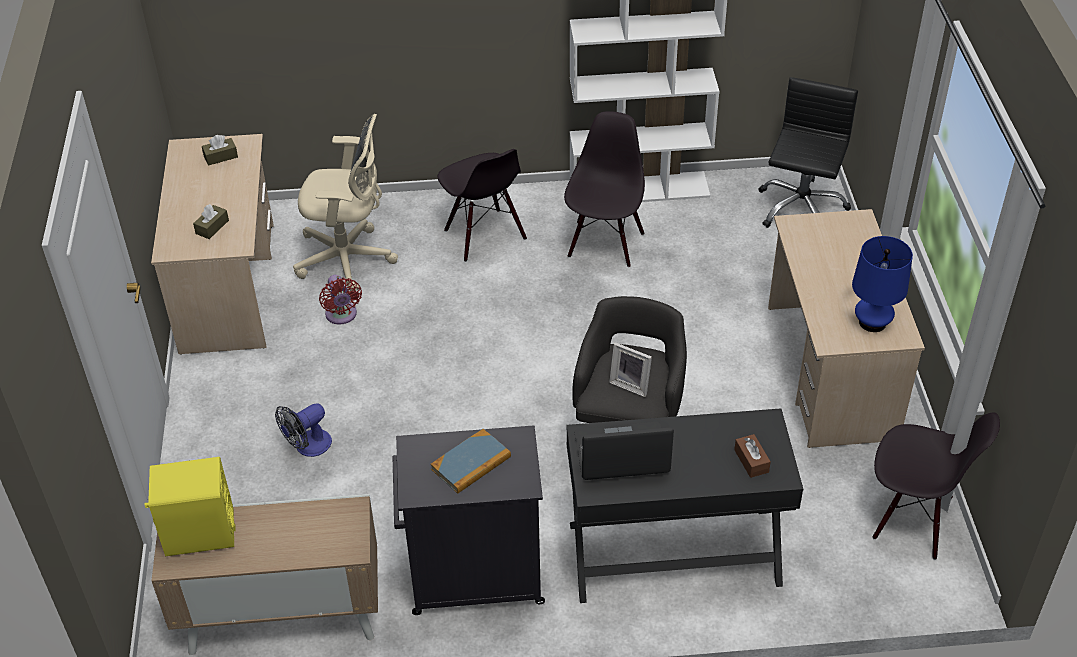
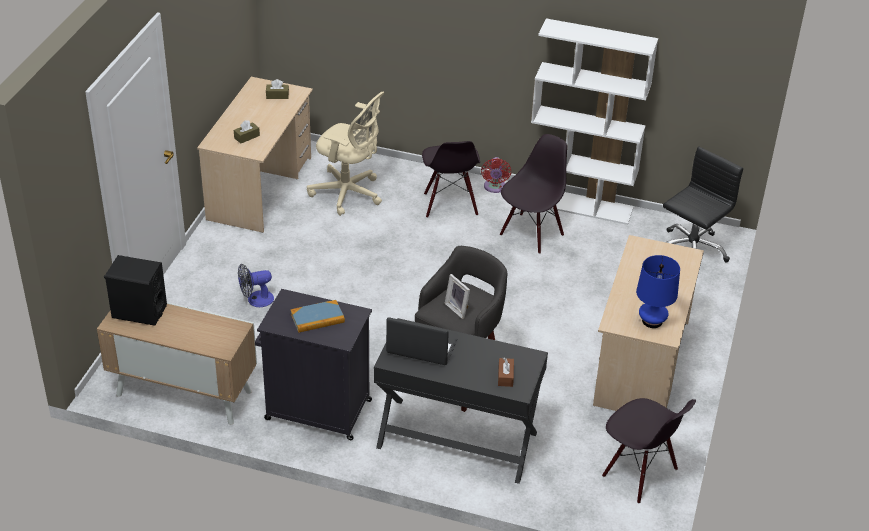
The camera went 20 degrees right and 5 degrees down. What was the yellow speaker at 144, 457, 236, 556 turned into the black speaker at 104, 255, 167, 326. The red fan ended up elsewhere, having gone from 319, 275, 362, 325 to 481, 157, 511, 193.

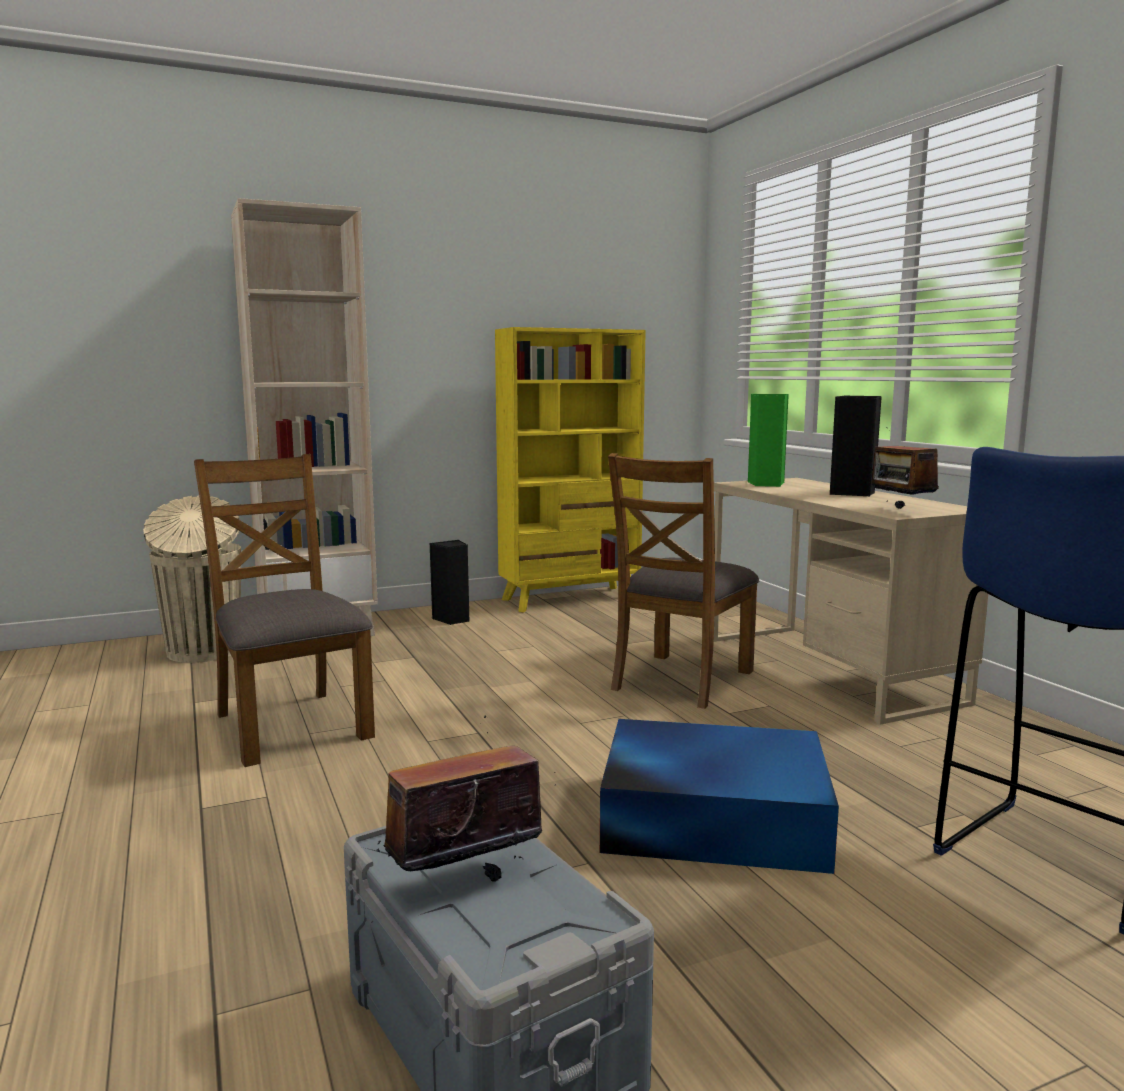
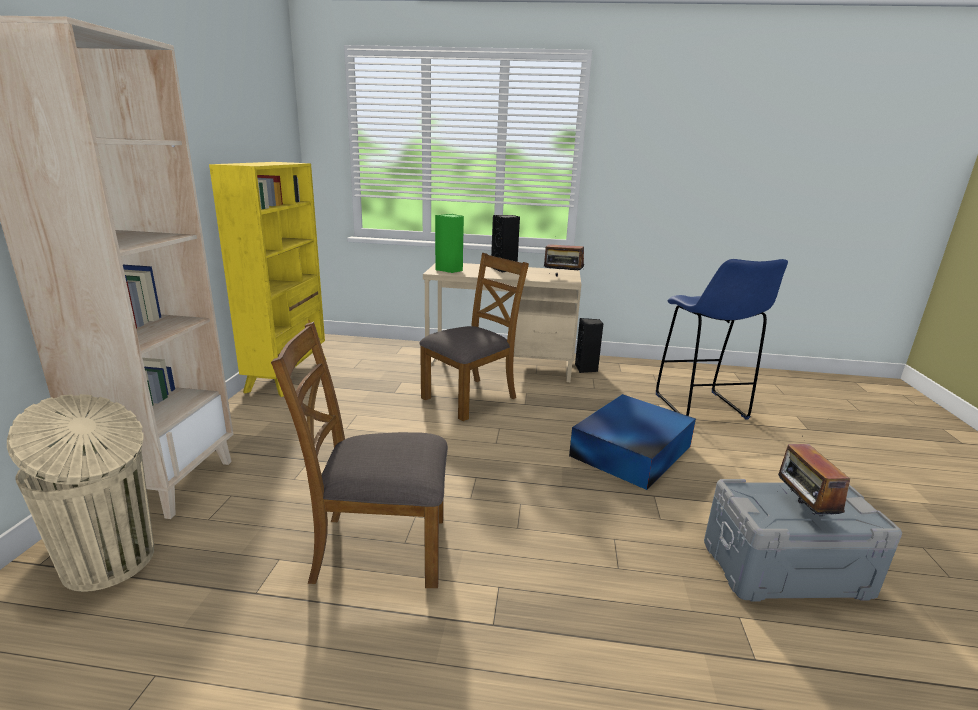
The camera went 60 degrees left and 10 degrees up. The black speaker ended up elsewhere, having gone from 429, 540, 470, 625 to 575, 318, 603, 373. The brown chair at 608, 453, 759, 709 ended up facing another way, 105 degrees counterclockwise from before.

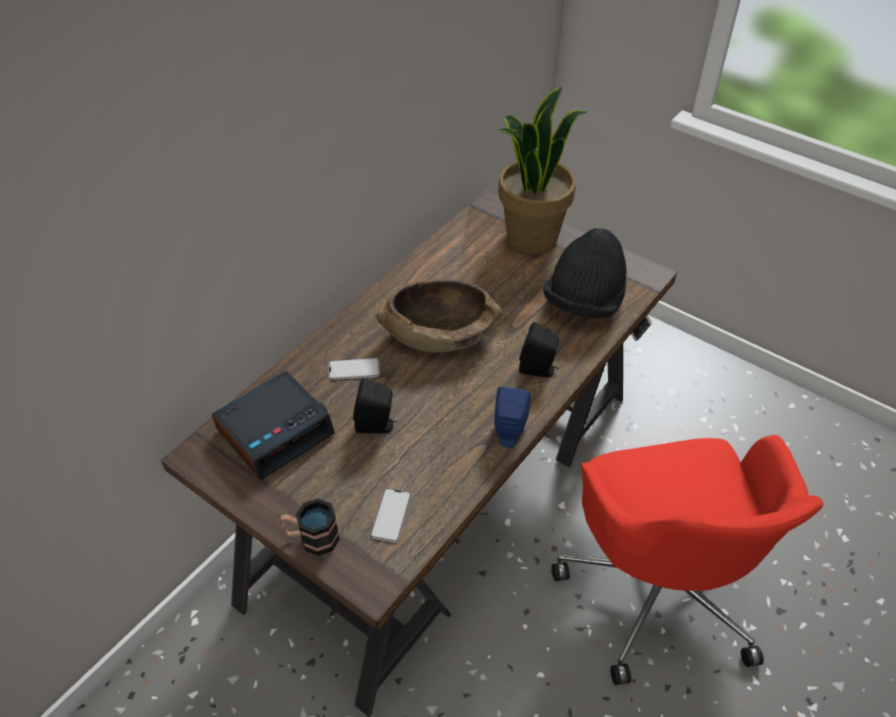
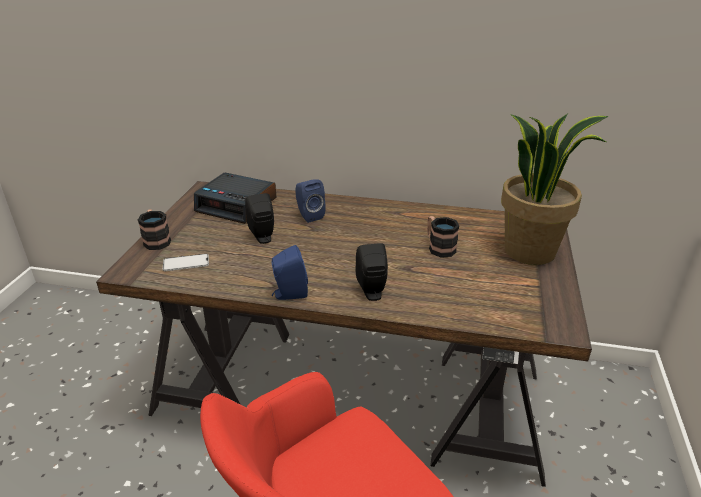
The camera went 65 degrees right and 15 degrees down. Where the phone stood at 328, 358, 380, 380, the blue speaker came to stand at 295, 179, 326, 223. The second view lost the brown bowl at 377, 279, 501, 353. The second view lost the black hat at 543, 228, 627, 318. The second view gained the mug at 427, 216, 460, 258.

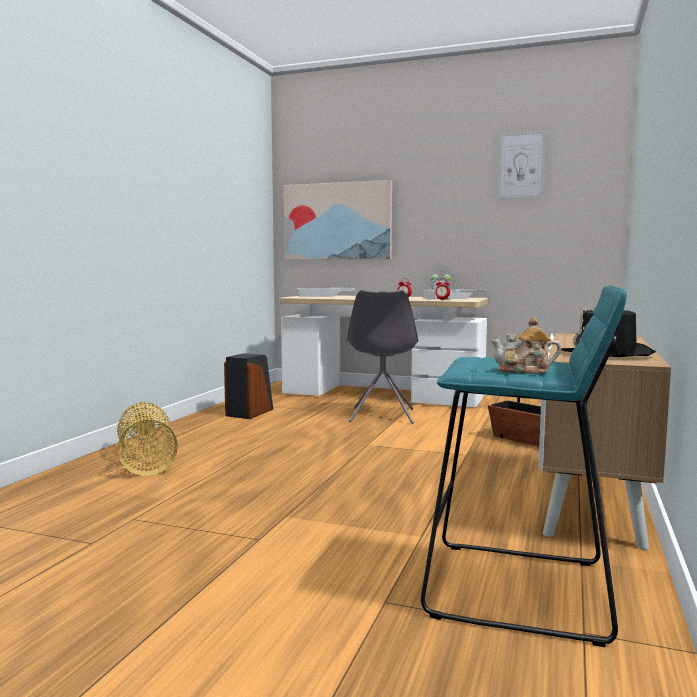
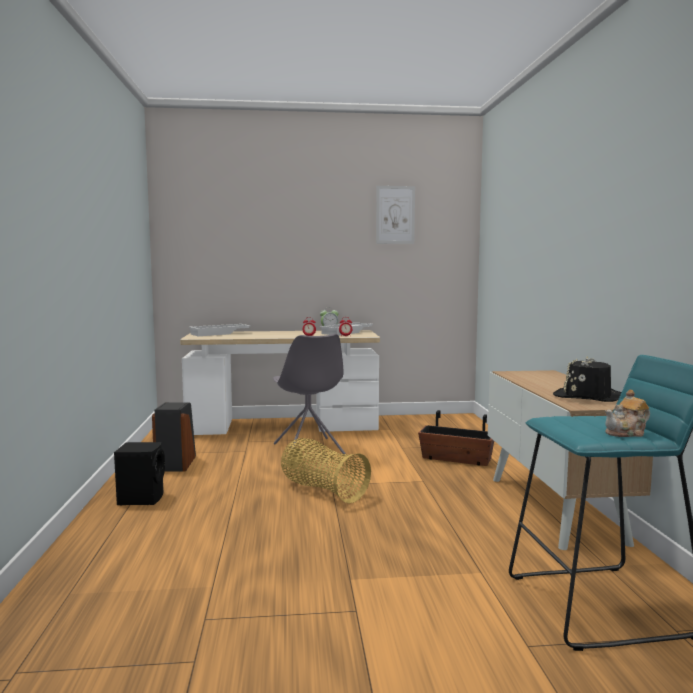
The camera went 25 degrees left and 0 degrees up. The basket ended up elsewhere, having gone from 117, 402, 178, 476 to 281, 438, 371, 503. The second view lost the picture at 283, 180, 392, 260. The second view gained the black speaker at 114, 442, 165, 505.

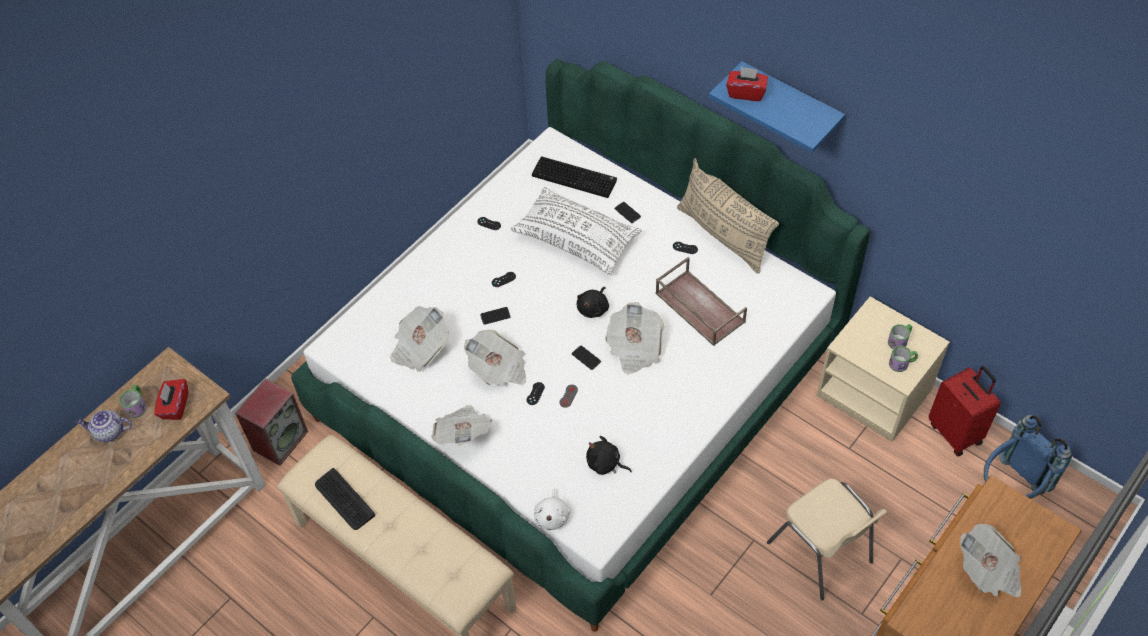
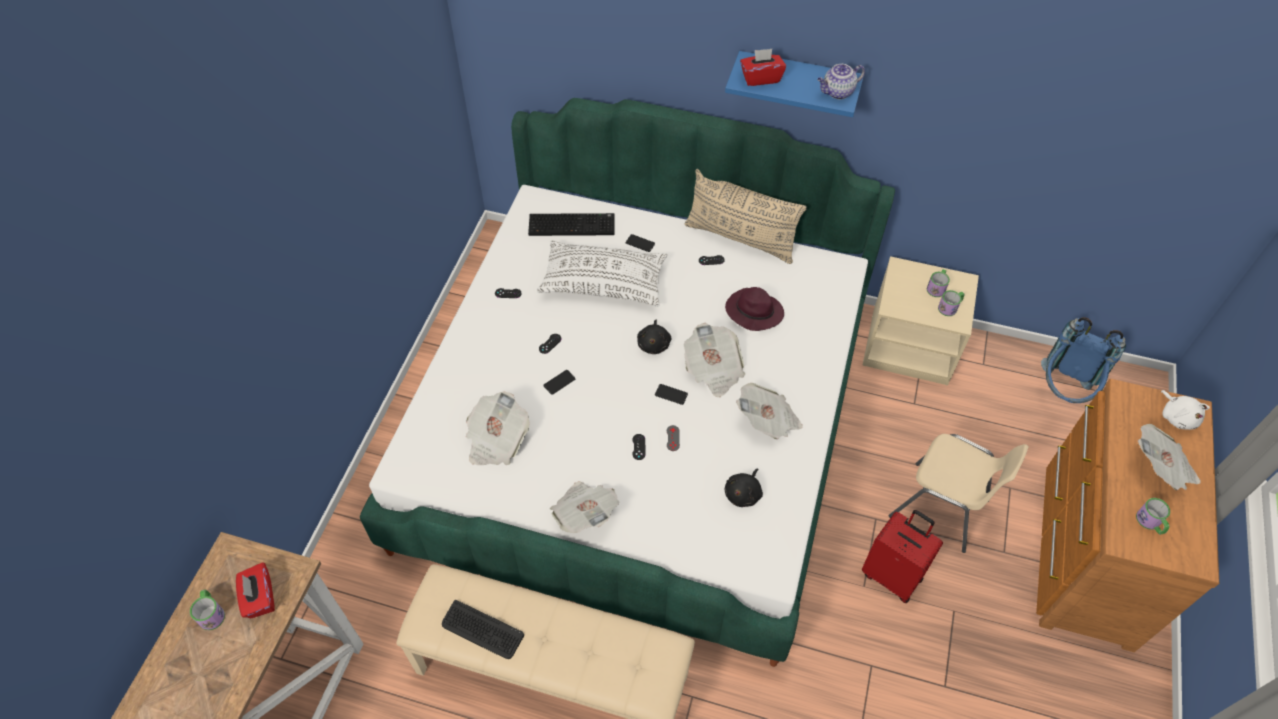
The camera went 25 degrees left and 0 degrees up. The teapot ended up elsewhere, having gone from 76, 410, 132, 442 to 817, 64, 865, 99. The second view lost the speaker at 235, 379, 308, 466. The newspaper ended up elsewhere, having gone from 464, 330, 526, 387 to 736, 383, 803, 439. The white plush toy ended up elsewhere, having gone from 534, 488, 570, 530 to 1161, 390, 1210, 430. The black plush toy at 586, 436, 632, 475 ended up facing another way, 60 degrees counterclockwise from before. Where the brown tray stood at 655, 257, 747, 346, the purple hat came to stand at 725, 287, 784, 331. The red suitcase ended up elsewhere, having gone from 929, 366, 1001, 456 to 862, 510, 943, 603. The second view gained the mug at 1136, 498, 1170, 535.

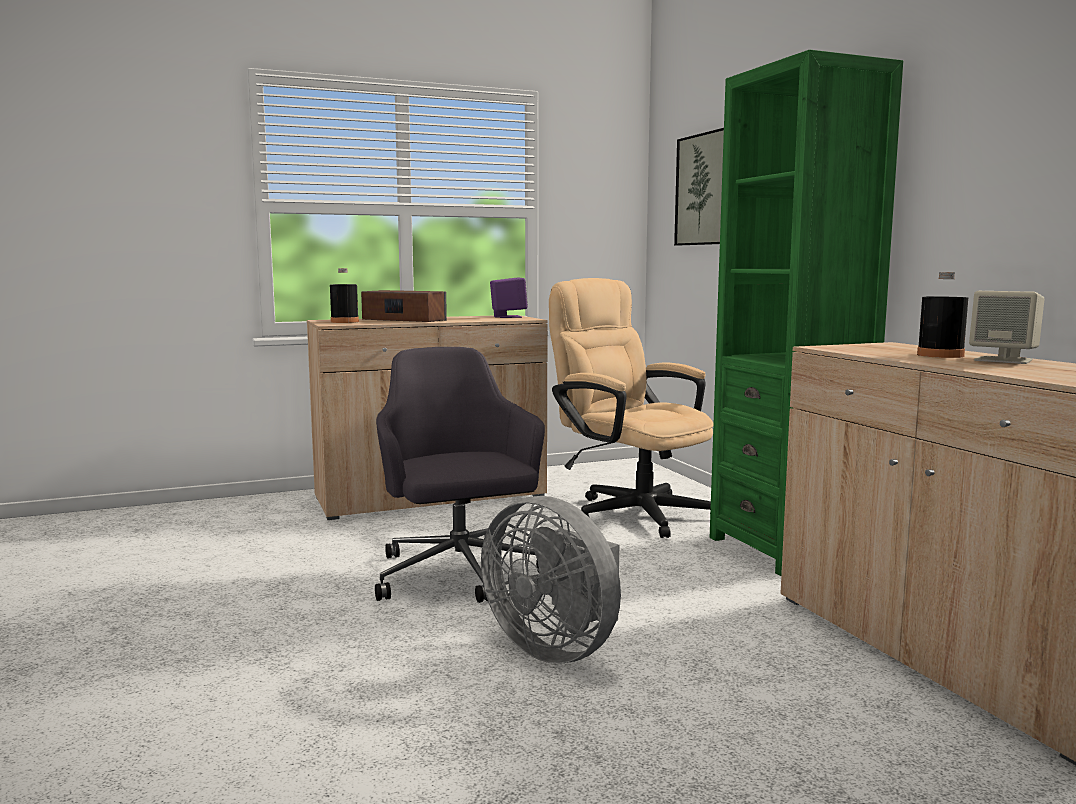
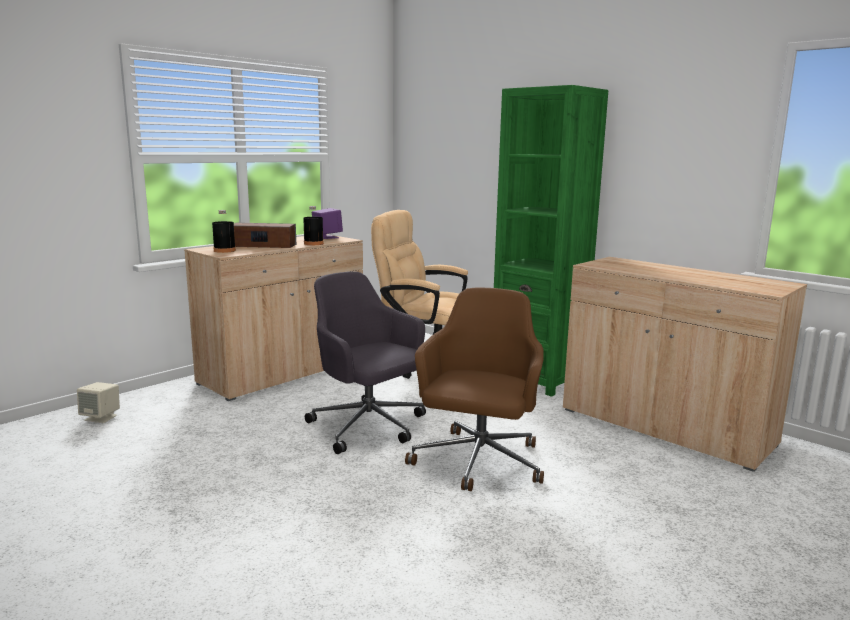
The camera went 25 degrees left and 5 degrees up. Where the grey fan stood at 481, 496, 621, 664, the brown office chair came to stand at 405, 287, 544, 491. The second view lost the picture at 674, 128, 724, 245. The black bottle ended up elsewhere, having gone from 917, 272, 968, 358 to 303, 206, 324, 245. The beige speaker ended up elsewhere, having gone from 969, 291, 1044, 364 to 77, 382, 120, 423.

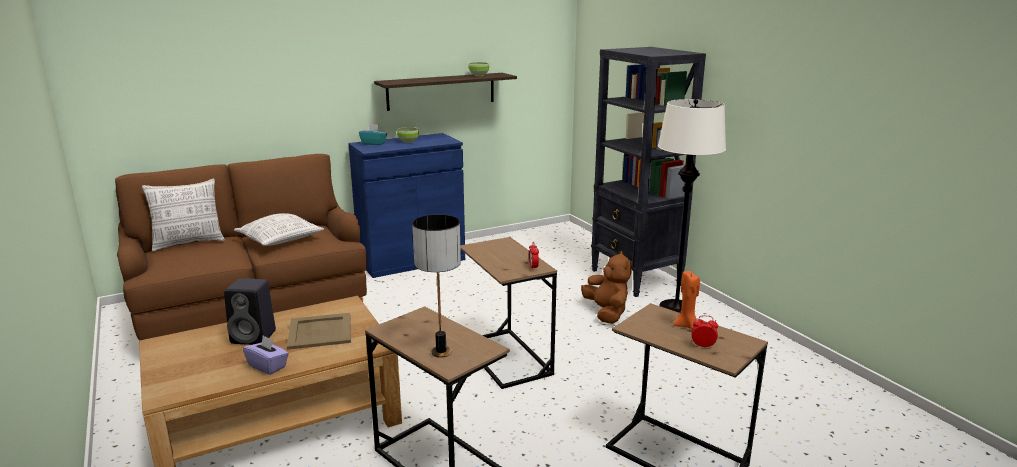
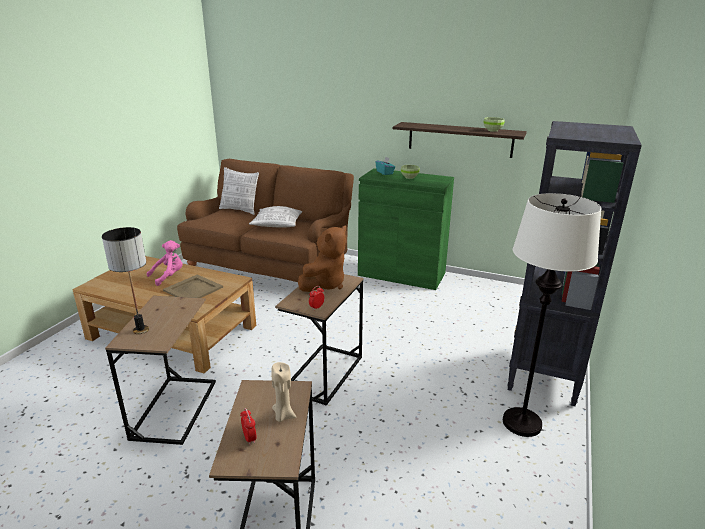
The camera went 50 degrees right and 5 degrees up. Where the black speaker stood at 224, 278, 276, 345, the pink plush toy came to stand at 147, 240, 182, 286. The second view lost the purple tissue box at 243, 335, 289, 375. What was the blue cabinet at 349, 133, 465, 278 turned into the green cabinet at 358, 168, 454, 290. The brown plush toy ended up elsewhere, having gone from 581, 251, 631, 324 to 298, 226, 346, 292. What was the orange candle at 674, 271, 700, 329 turned into the beige candle at 271, 362, 296, 422.

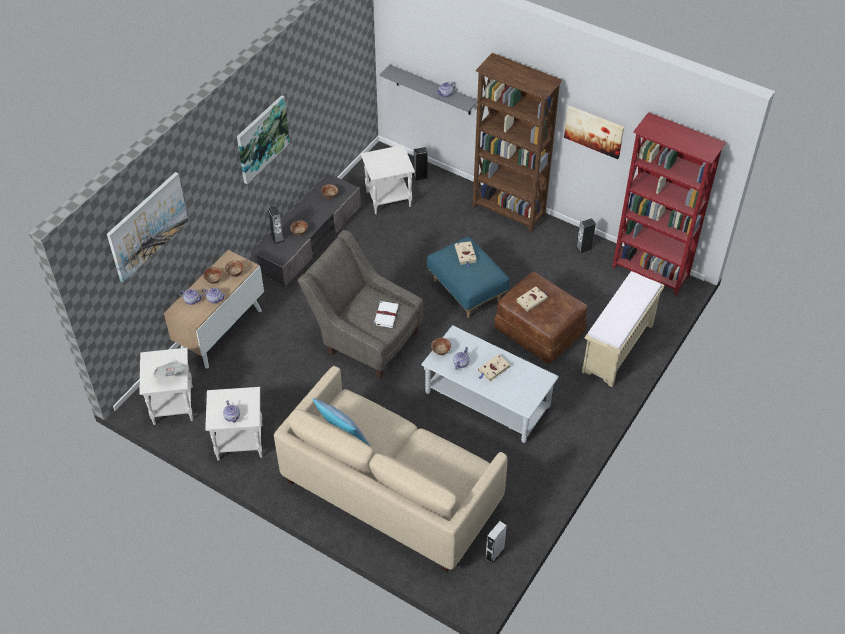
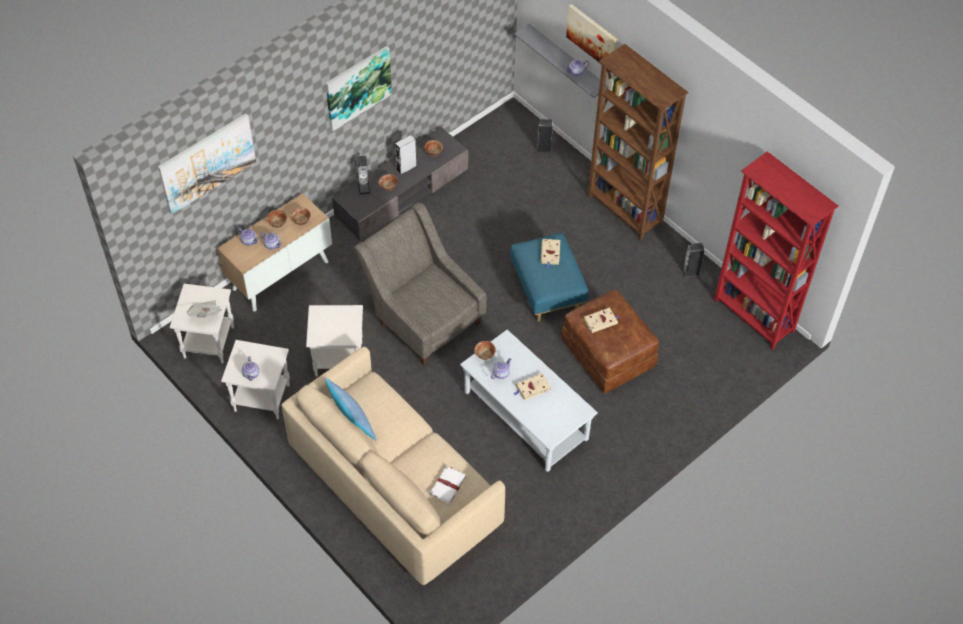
The camera went 15 degrees right and 5 degrees up. The white side table ended up elsewhere, having gone from 361, 145, 415, 214 to 306, 305, 363, 377. The white book ended up elsewhere, having gone from 373, 301, 399, 328 to 430, 466, 466, 504. The grey speaker ended up elsewhere, having gone from 485, 521, 507, 563 to 395, 135, 416, 175. The picture ended up elsewhere, having gone from 564, 105, 624, 159 to 566, 4, 618, 72. The second view lost the beige bench at 582, 271, 664, 387.

